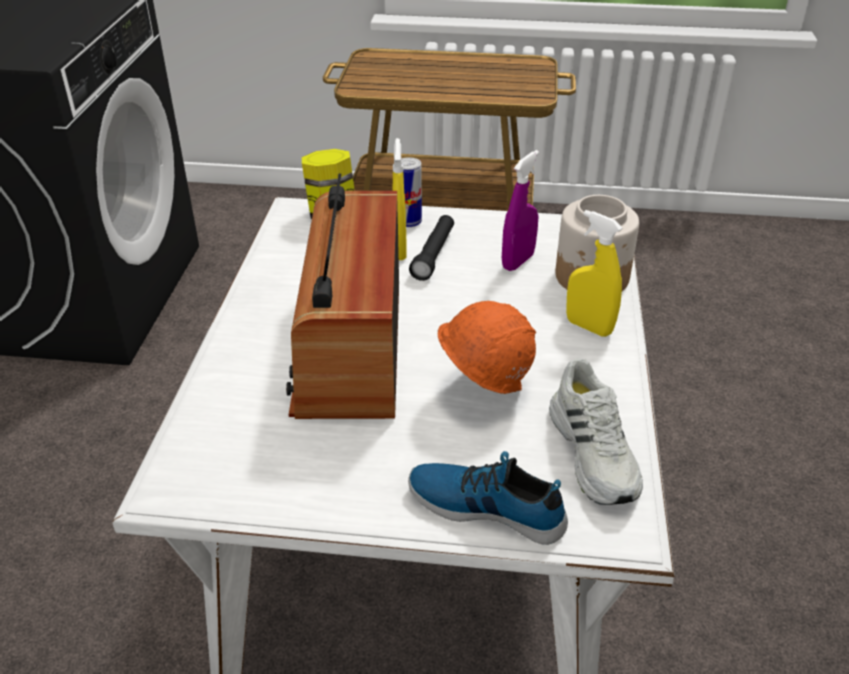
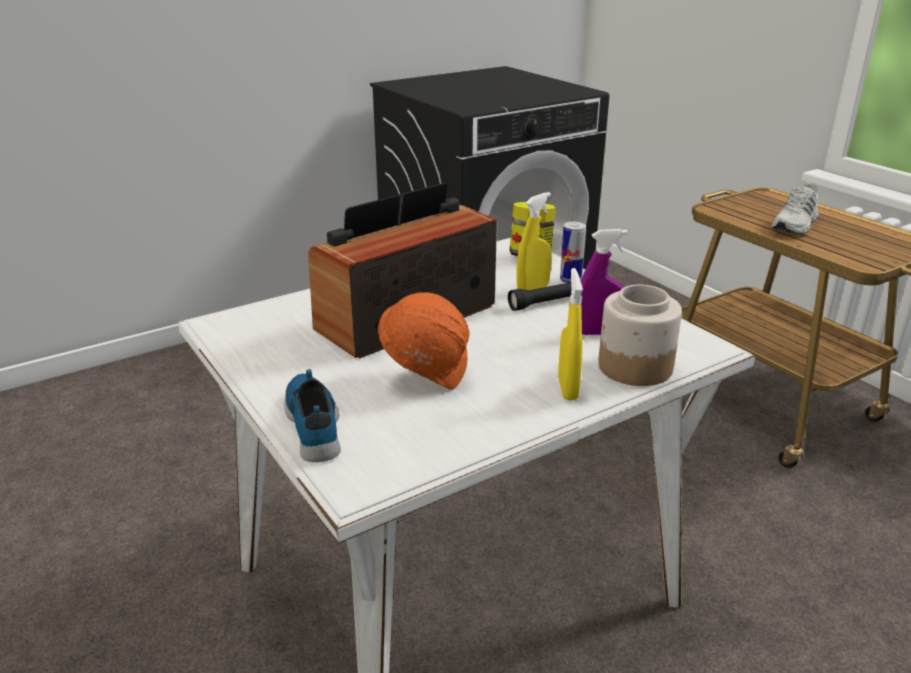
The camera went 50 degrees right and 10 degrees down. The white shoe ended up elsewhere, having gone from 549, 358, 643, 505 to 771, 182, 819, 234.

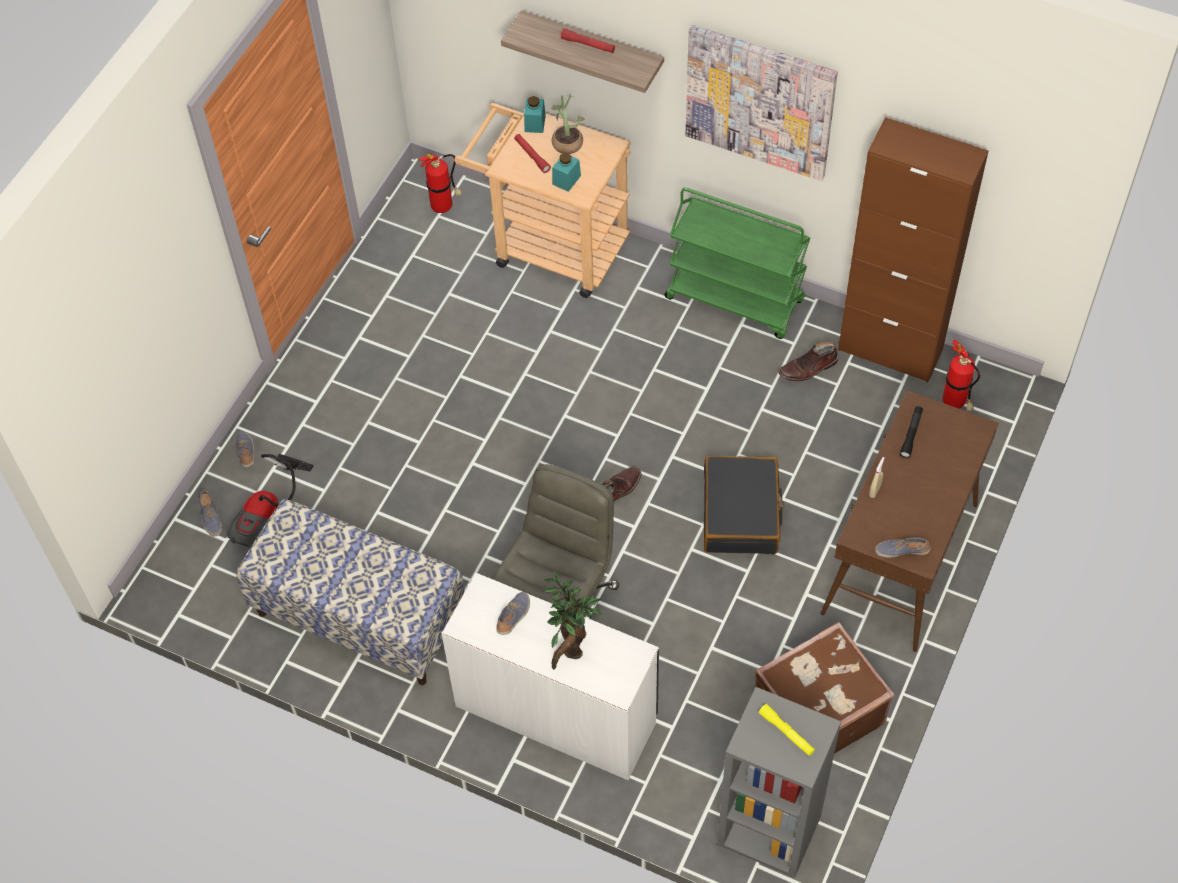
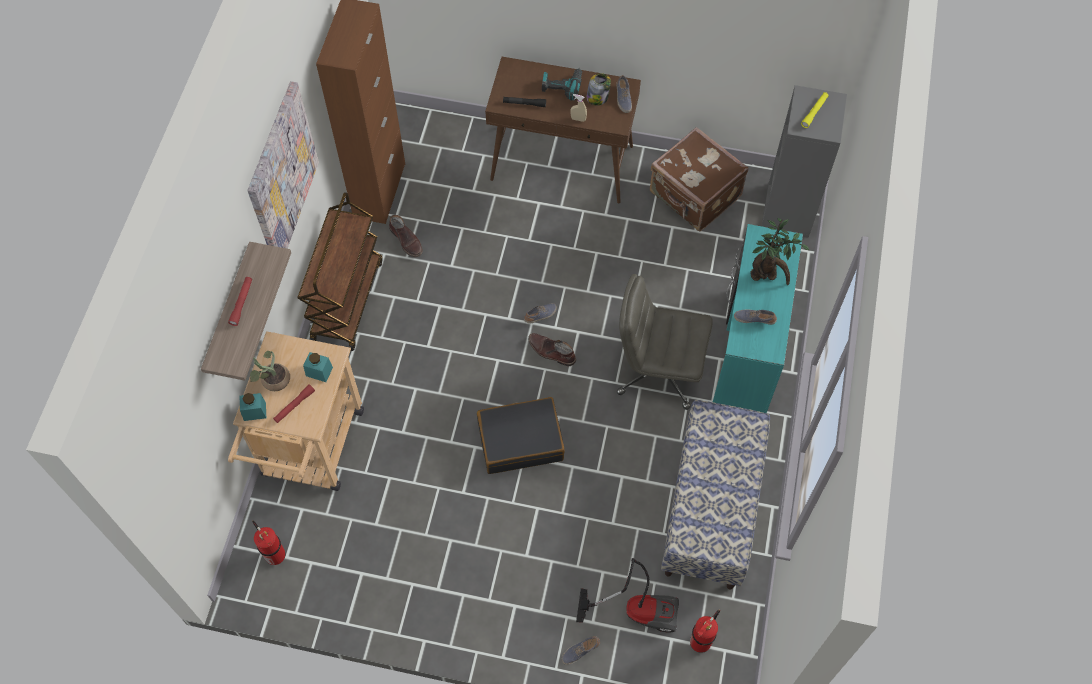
The camera went 105 degrees left and 5 degrees up. The shoe ended up elsewhere, having gone from 199, 490, 222, 537 to 524, 303, 557, 324. What was the white desk at 441, 573, 659, 780 turned into the turquoise desk at 713, 224, 803, 413. What was the green cart at 664, 187, 810, 339 turned into the brown cart at 298, 192, 383, 351. The black suitcase ended up elsewhere, having gone from 703, 456, 784, 554 to 477, 397, 565, 474. The fire extinguisher ended up elsewhere, having gone from 943, 340, 980, 411 to 690, 609, 720, 653. The second view gained the power drill at 542, 67, 582, 100. The second view gained the jar at 586, 73, 611, 106.

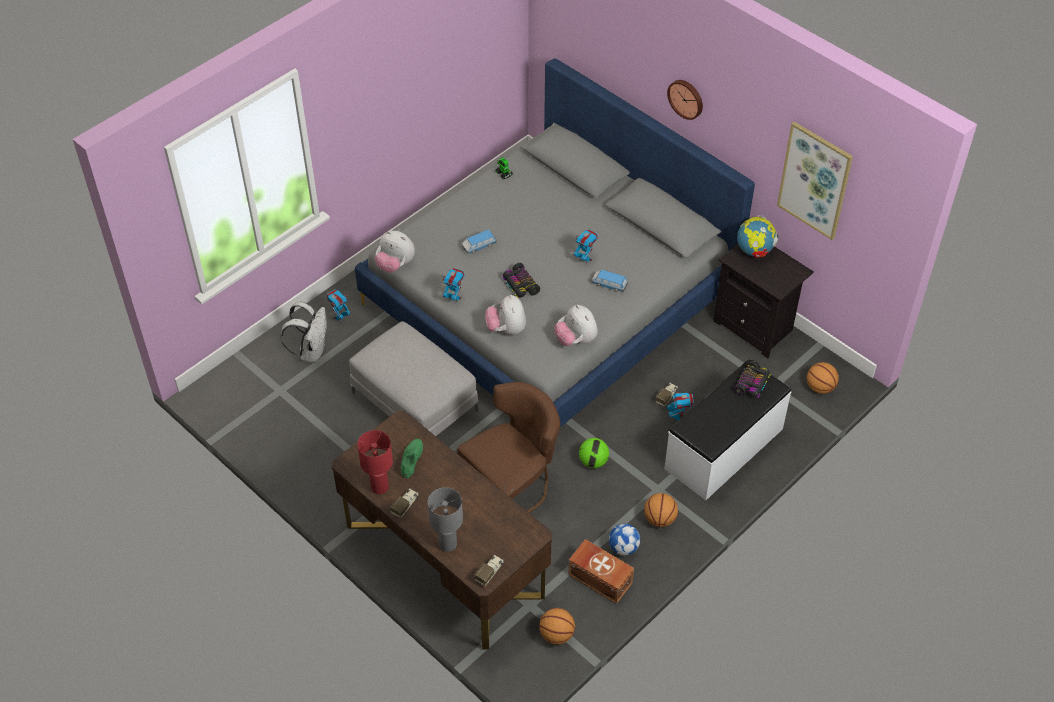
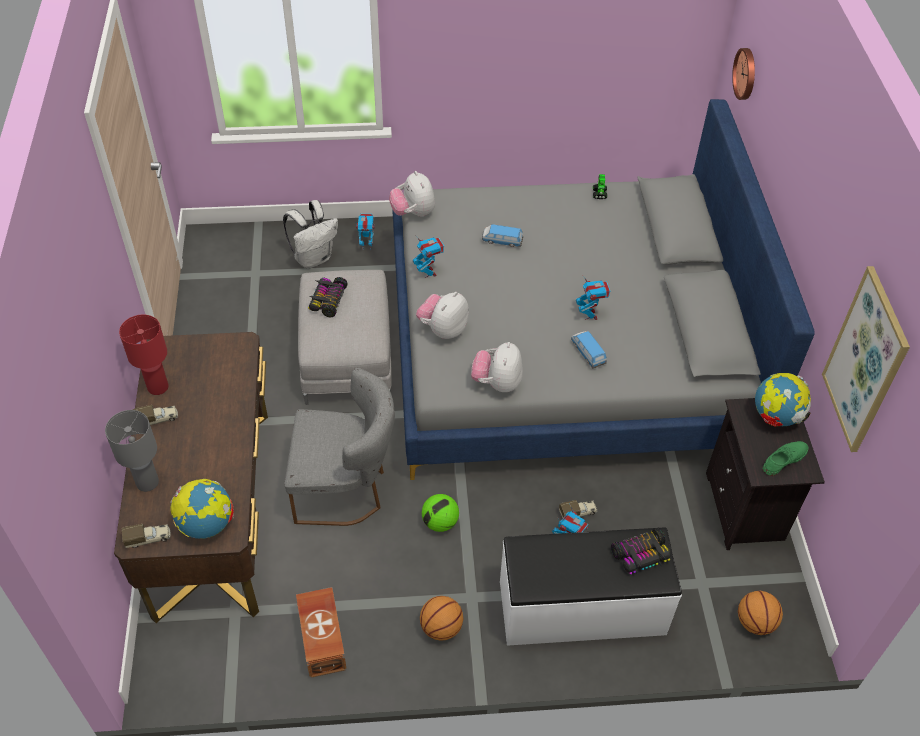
The camera went 40 degrees right and 0 degrees up. The green shoe ended up elsewhere, having gone from 401, 439, 423, 478 to 763, 441, 808, 476. What was the brown chair at 457, 382, 560, 513 turned into the grey chair at 284, 368, 395, 526. The toy car ended up elsewhere, having gone from 502, 263, 540, 298 to 308, 277, 348, 317. The second view lost the basketball at 539, 608, 575, 645. The second view lost the football at 609, 524, 640, 556. The wall clock ended up elsewhere, having gone from 667, 80, 703, 120 to 732, 48, 755, 100. The second view gained the globe at 170, 479, 234, 539.

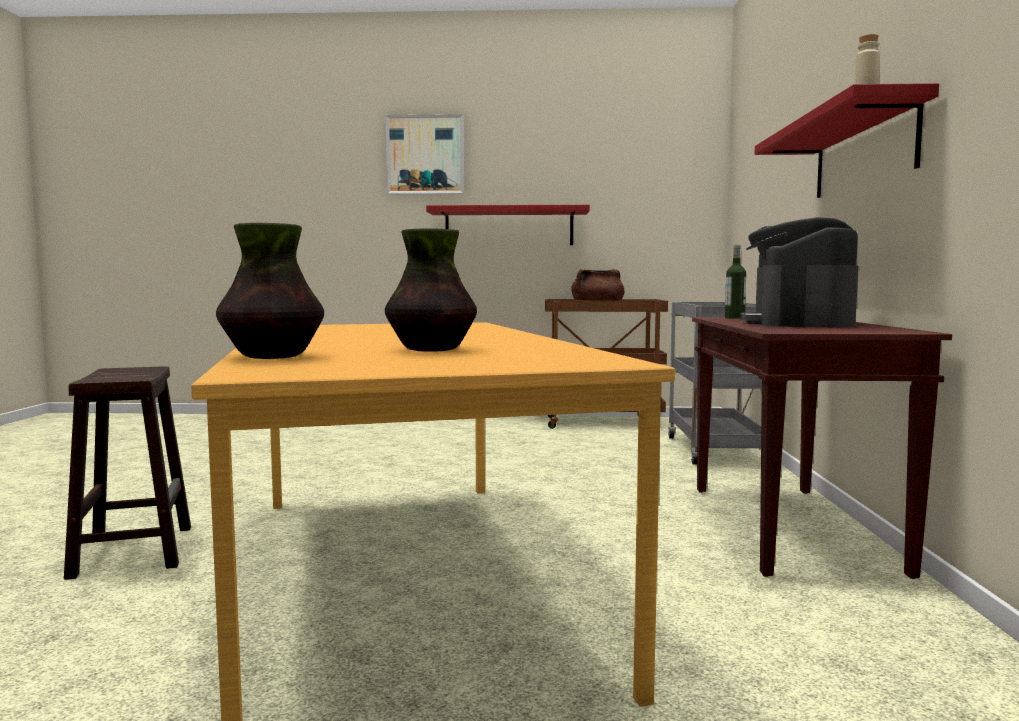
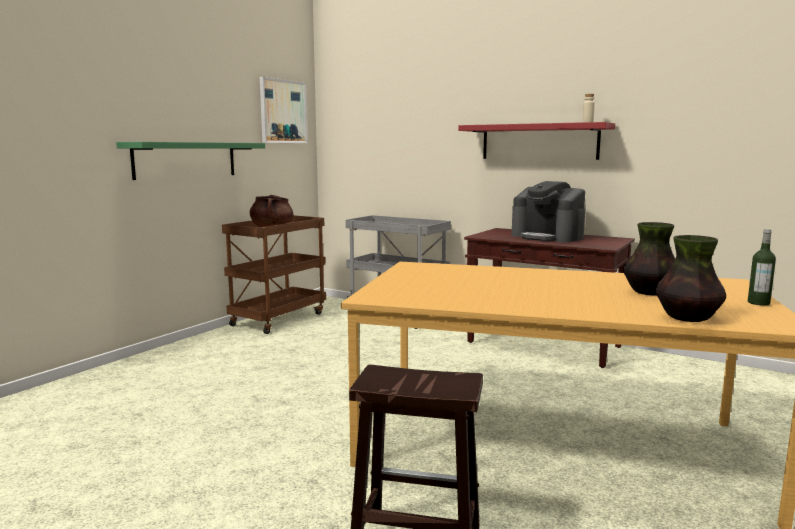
The camera went 60 degrees left and 5 degrees up. The picture ended up elsewhere, having gone from 386, 114, 464, 194 to 260, 77, 308, 143. What was the red shelf at 426, 205, 590, 245 turned into the green shelf at 116, 142, 265, 180. The bottle ended up elsewhere, having gone from 725, 245, 746, 319 to 748, 229, 776, 306.

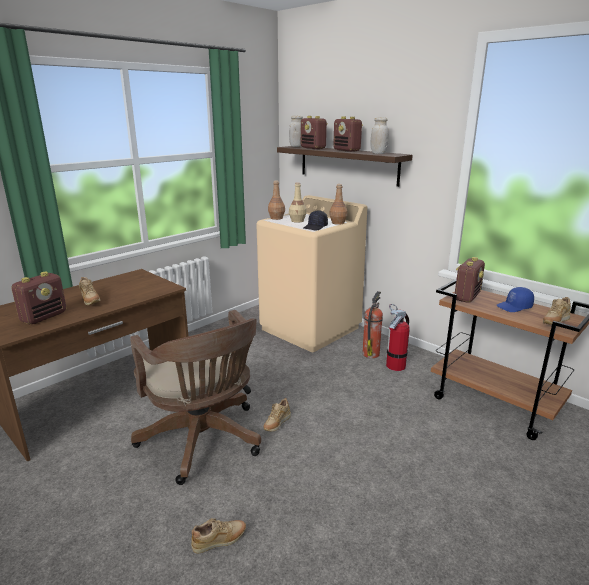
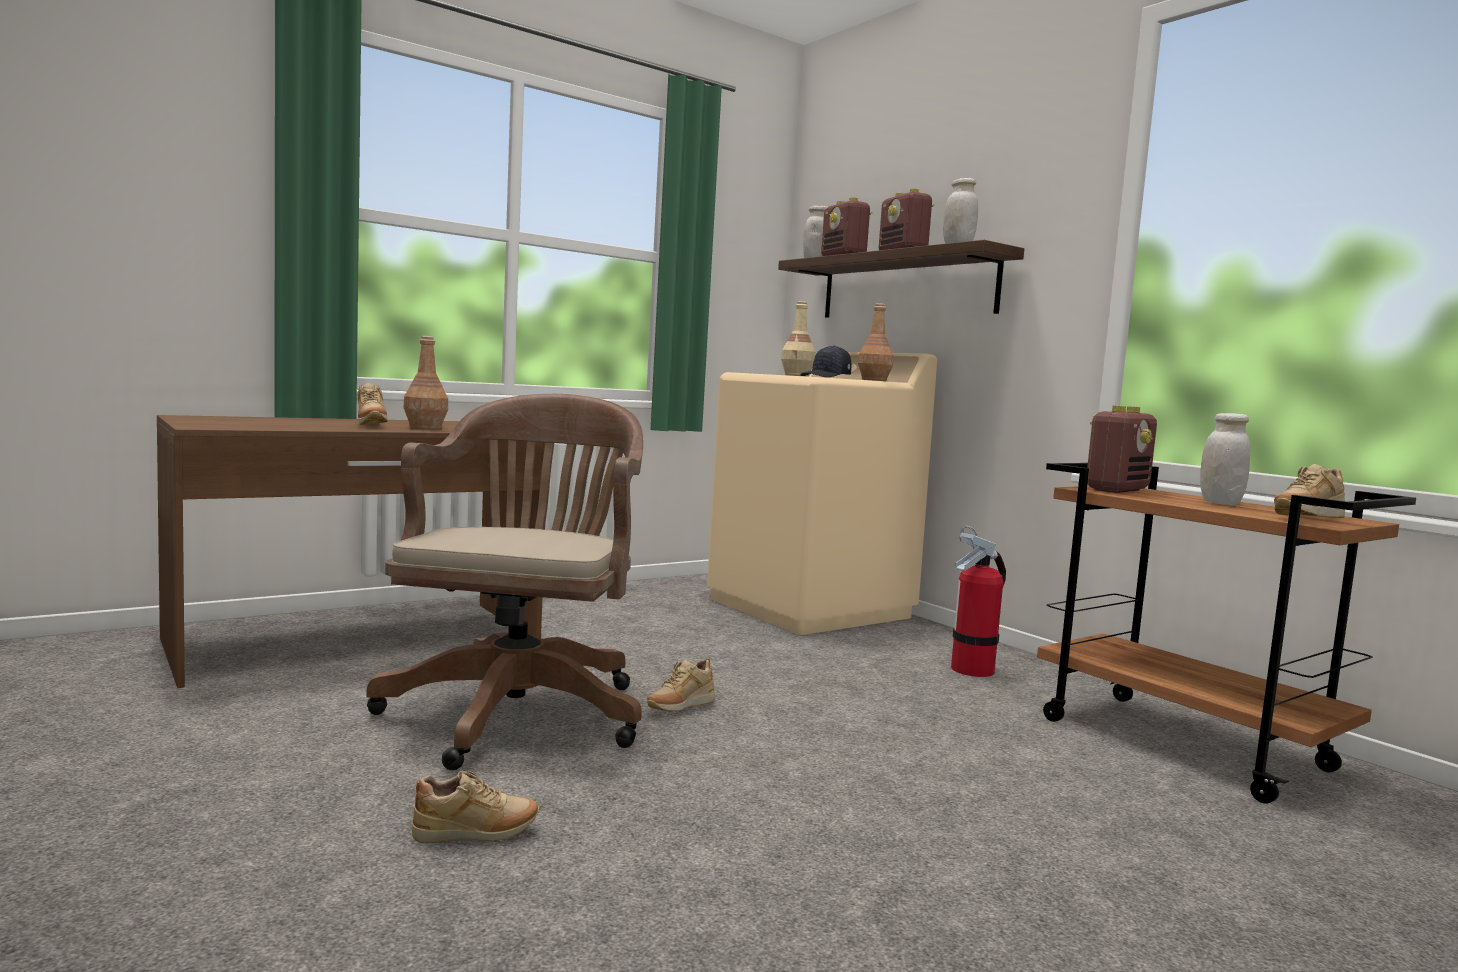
The camera went 10 degrees right and 15 degrees down. The second view lost the radio at 11, 272, 66, 324. The brown office chair at 130, 310, 261, 485 ended up facing another way, 150 degrees counterclockwise from before. The brown bottle ended up elsewhere, having gone from 268, 181, 285, 220 to 403, 336, 448, 429. The second view lost the fire extinguisher at 362, 291, 383, 358. Where the blue cap stood at 497, 287, 534, 312, the white jar came to stand at 1200, 413, 1250, 505.

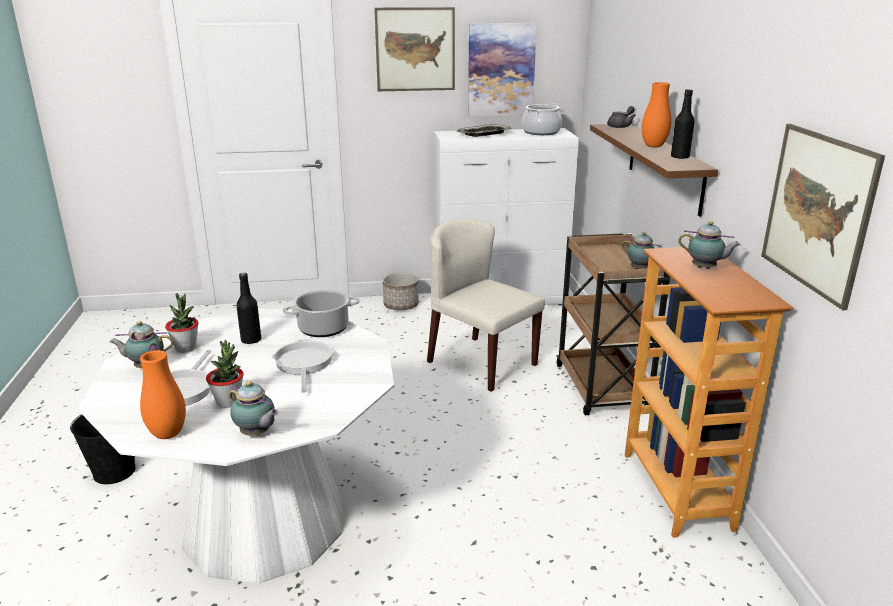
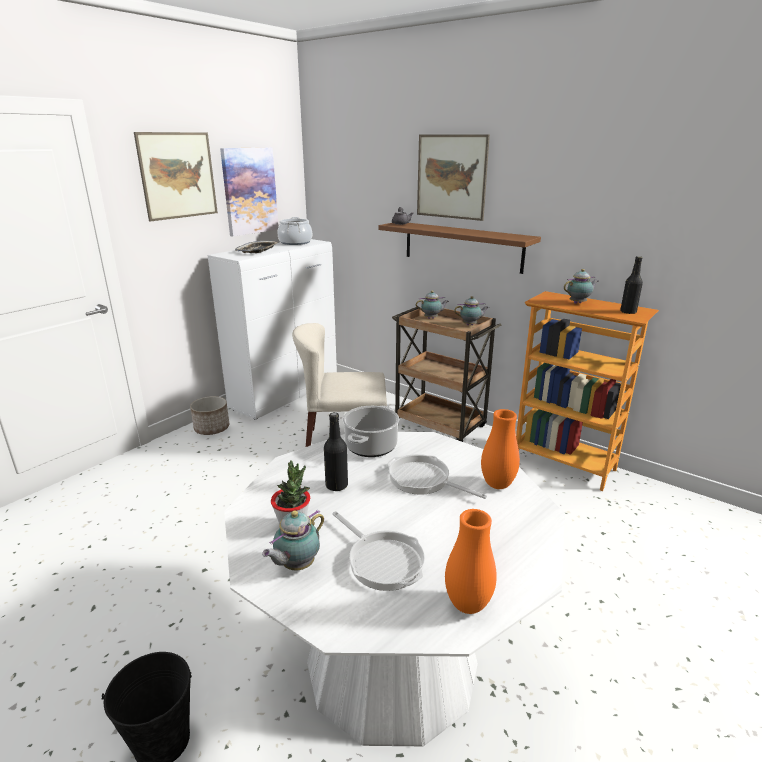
The camera went 45 degrees left and 0 degrees up. The second view lost the potted plant at 206, 340, 244, 408. The teapot ended up elsewhere, having gone from 229, 381, 279, 436 to 416, 290, 449, 319. The orange vase ended up elsewhere, having gone from 642, 82, 671, 148 to 481, 409, 520, 489. The black bottle ended up elsewhere, having gone from 671, 89, 695, 159 to 620, 256, 643, 314. The picture ended up elsewhere, having gone from 761, 124, 885, 310 to 417, 135, 490, 221.

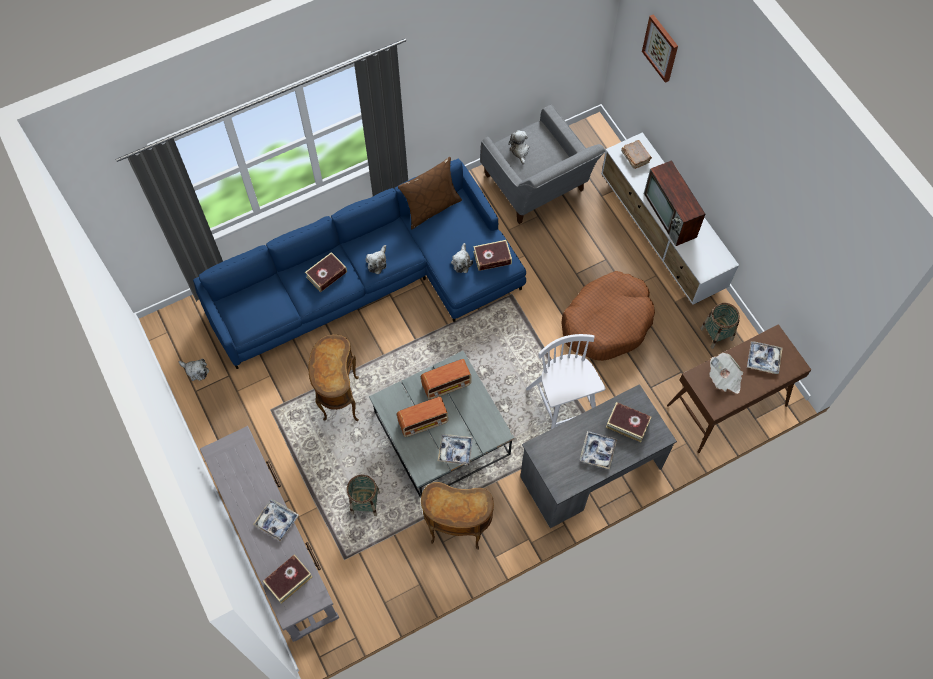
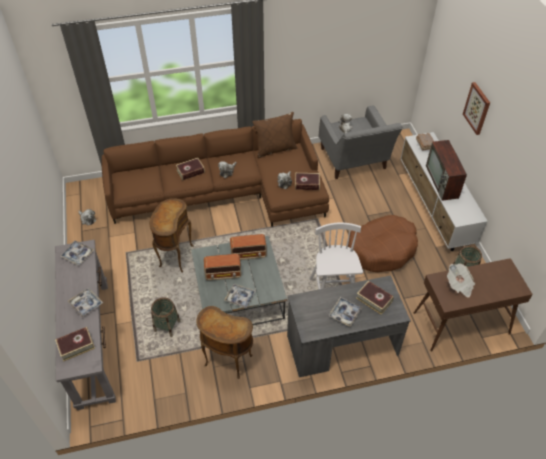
The camera went 15 degrees right and 15 degrees down. What was the blue sofa at 193, 159, 526, 369 turned into the brown sofa at 101, 119, 329, 227. The picture ended up elsewhere, having gone from 642, 14, 678, 83 to 463, 82, 490, 135. The tray ended up elsewhere, having gone from 747, 341, 782, 374 to 60, 240, 94, 266.

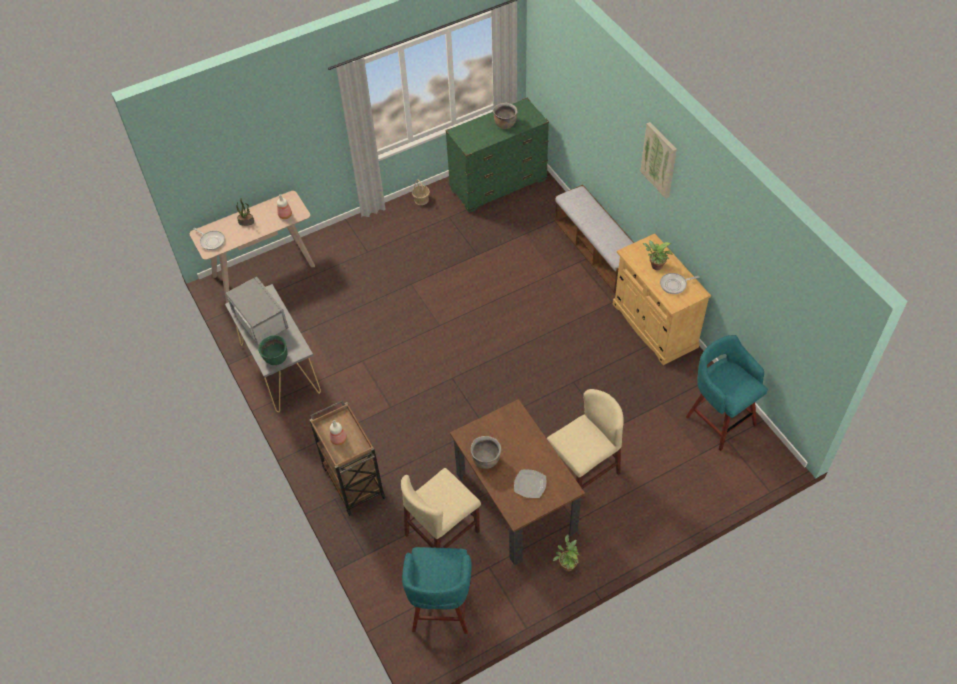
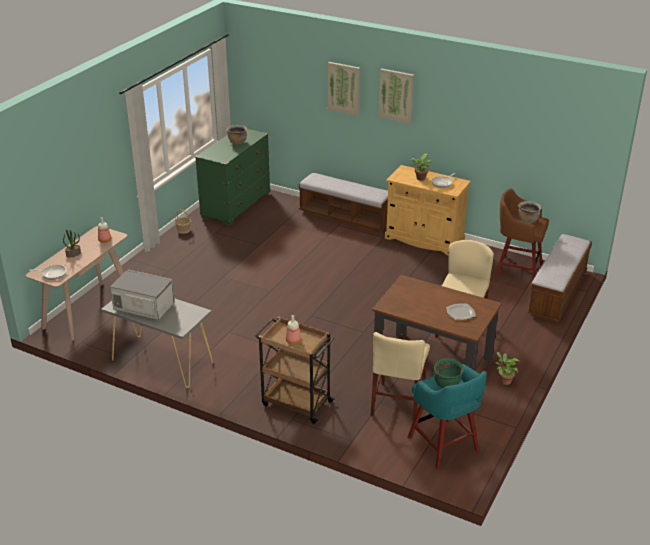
The camera went 35 degrees left and 20 degrees down. The green cooking pot ended up elsewhere, having gone from 258, 335, 287, 365 to 434, 358, 464, 388. The brown cooking pot ended up elsewhere, having gone from 471, 436, 501, 469 to 518, 201, 542, 224. What was the turquoise stool at 686, 335, 768, 451 turned into the brown stool at 495, 189, 549, 280. The second view gained the picture at 328, 62, 360, 116. The second view gained the bench at 528, 234, 592, 322.

